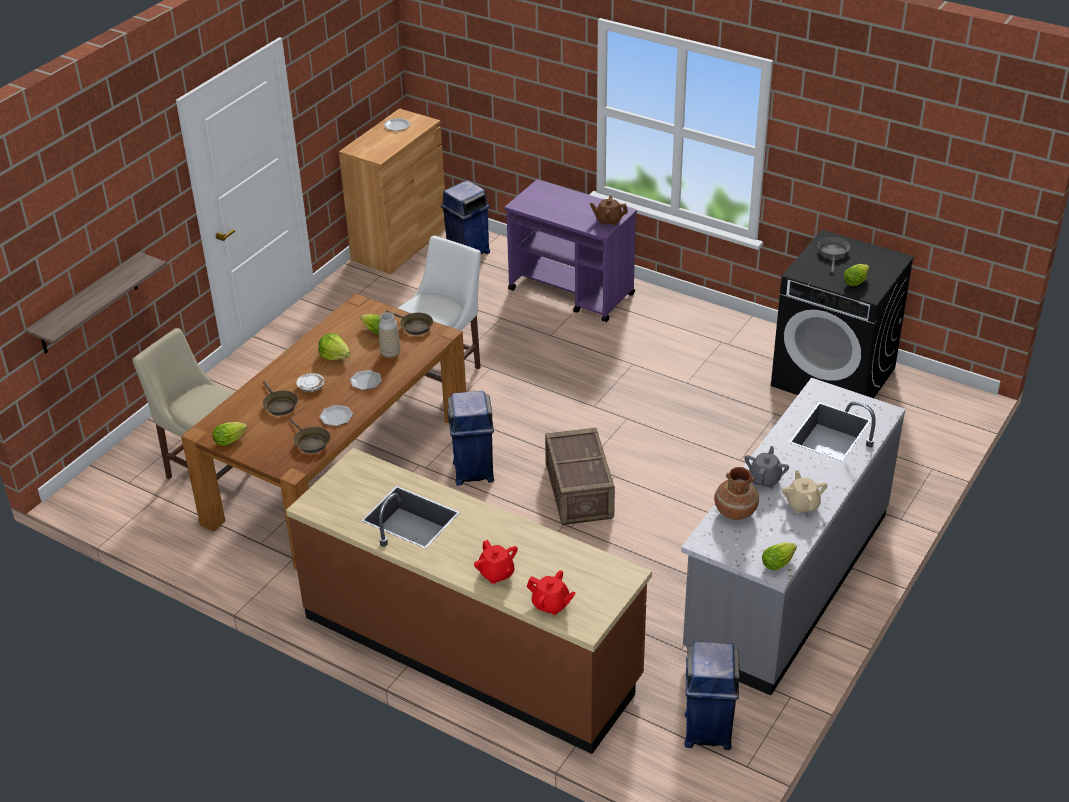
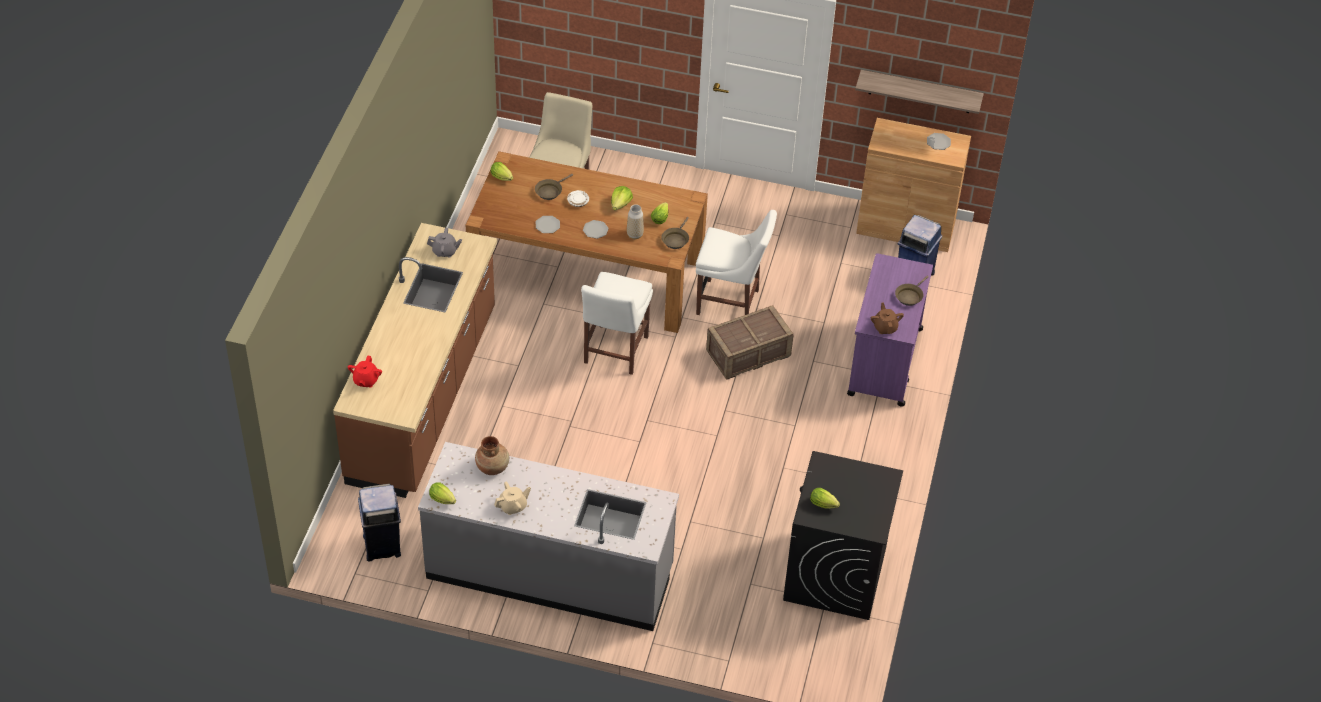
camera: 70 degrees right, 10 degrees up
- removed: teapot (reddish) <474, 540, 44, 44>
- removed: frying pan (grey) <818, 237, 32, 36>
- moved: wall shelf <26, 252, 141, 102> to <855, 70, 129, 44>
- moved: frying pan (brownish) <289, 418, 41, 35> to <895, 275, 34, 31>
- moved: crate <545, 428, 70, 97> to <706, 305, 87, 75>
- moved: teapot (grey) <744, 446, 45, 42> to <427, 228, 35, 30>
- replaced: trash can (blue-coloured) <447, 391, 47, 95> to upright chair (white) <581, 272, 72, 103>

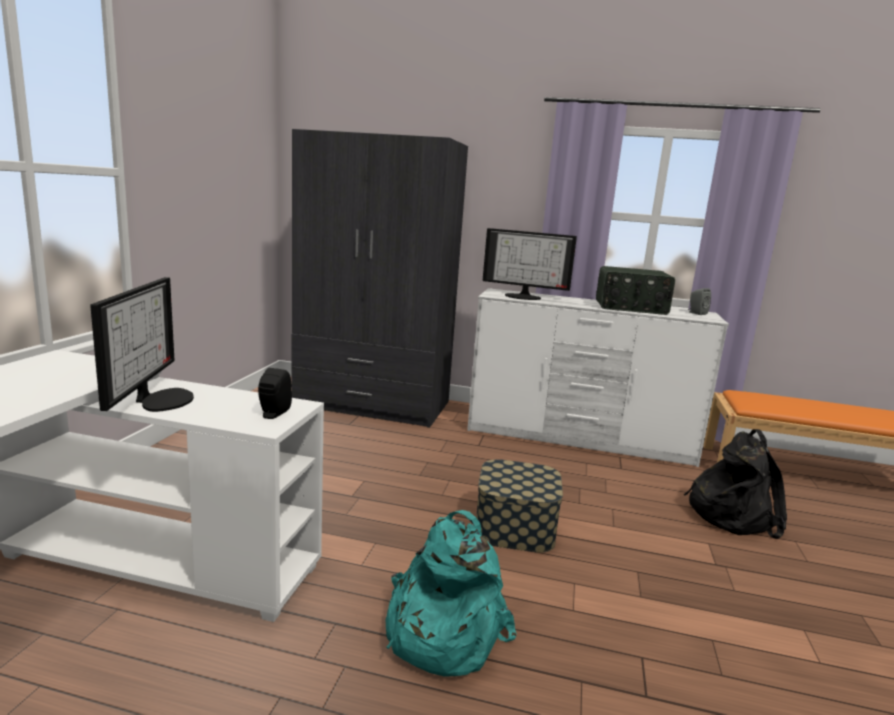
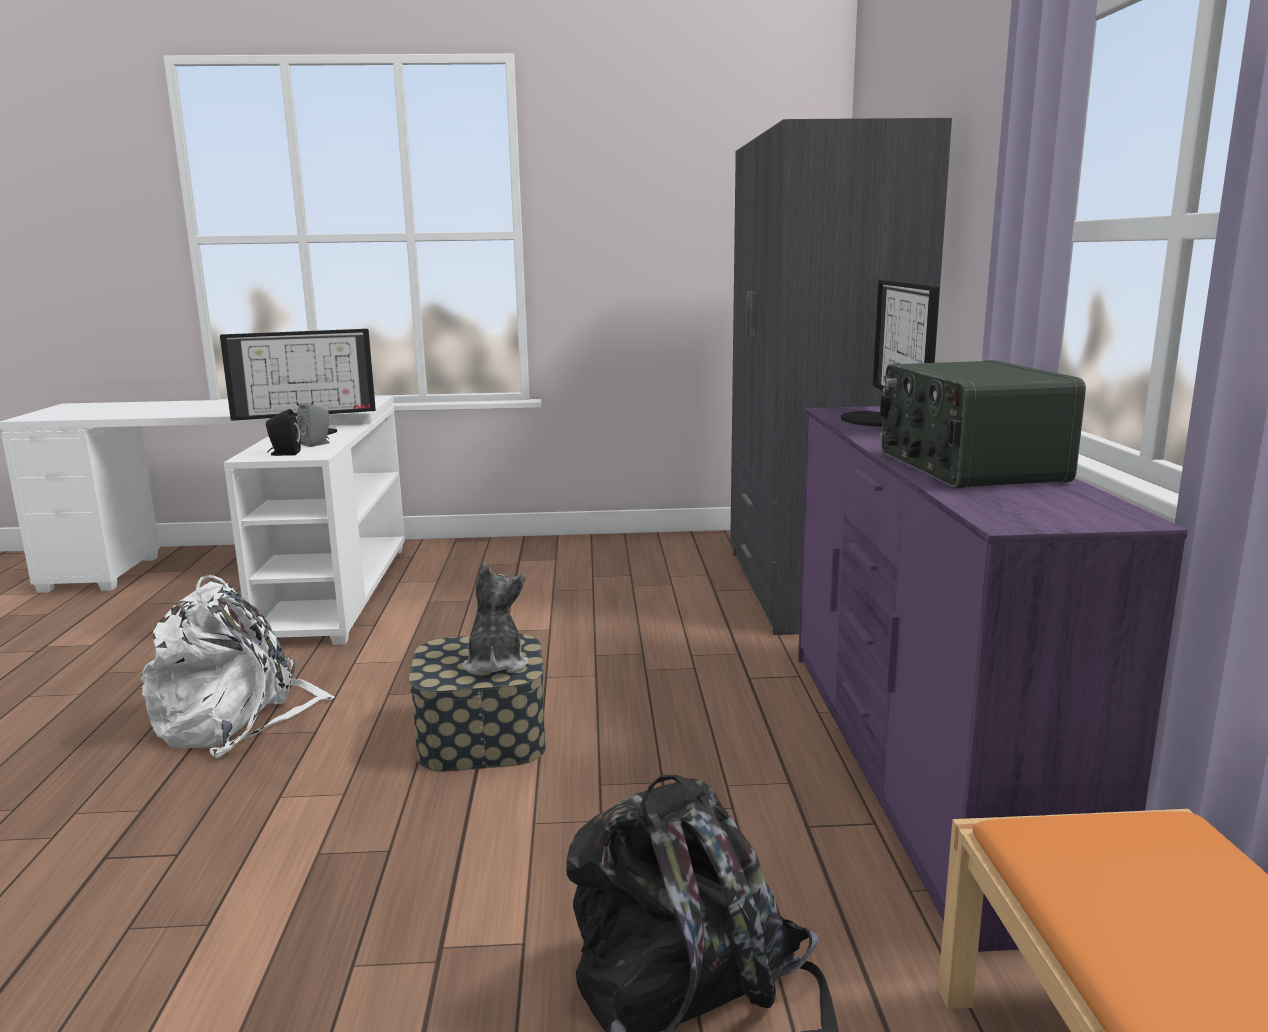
camera: 75 degrees right, 0 degrees up
- added: cuddly toy <463, 563, 66, 112>
- moved: loudspeaker (grey) <688, 288, 23, 27> to <297, 403, 32, 44>
- recoloured: rucksack (blue-green) <386, 510, 131, 167> to rucksack (white) <141, 575, 194, 183>
- recoloured: drawer chest (white) <467, 288, 262, 179> to drawer chest (purple) <798, 406, 390, 546>

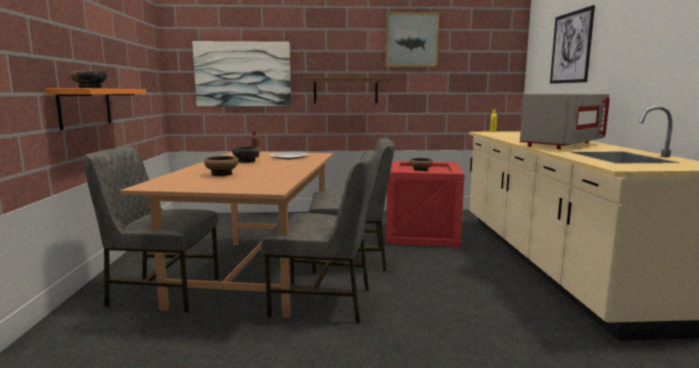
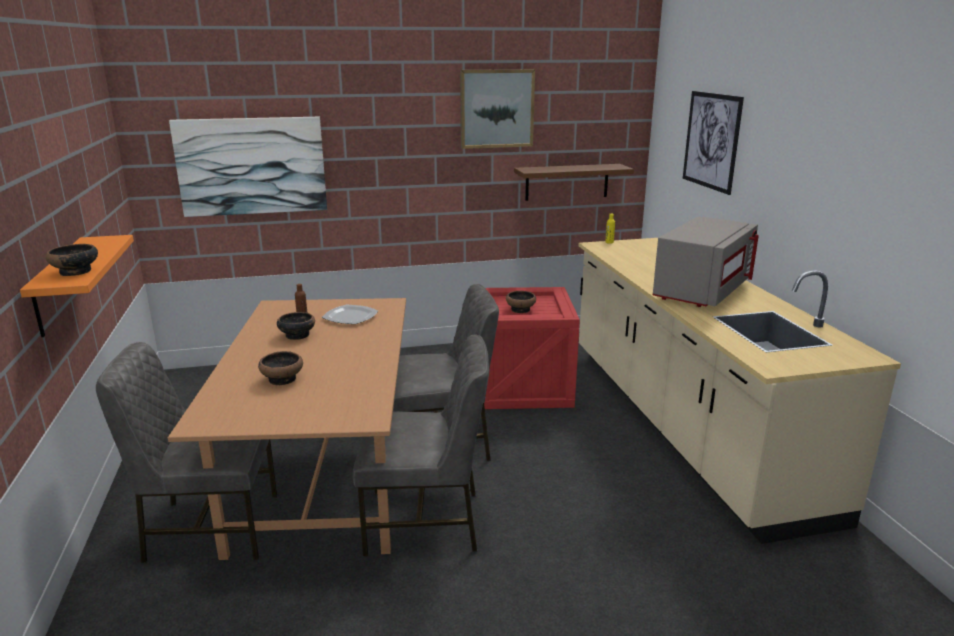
camera: 10 degrees left, 10 degrees up
- moved: wall shelf (brownish) <304, 78, 86, 25> to <514, 164, 120, 37>

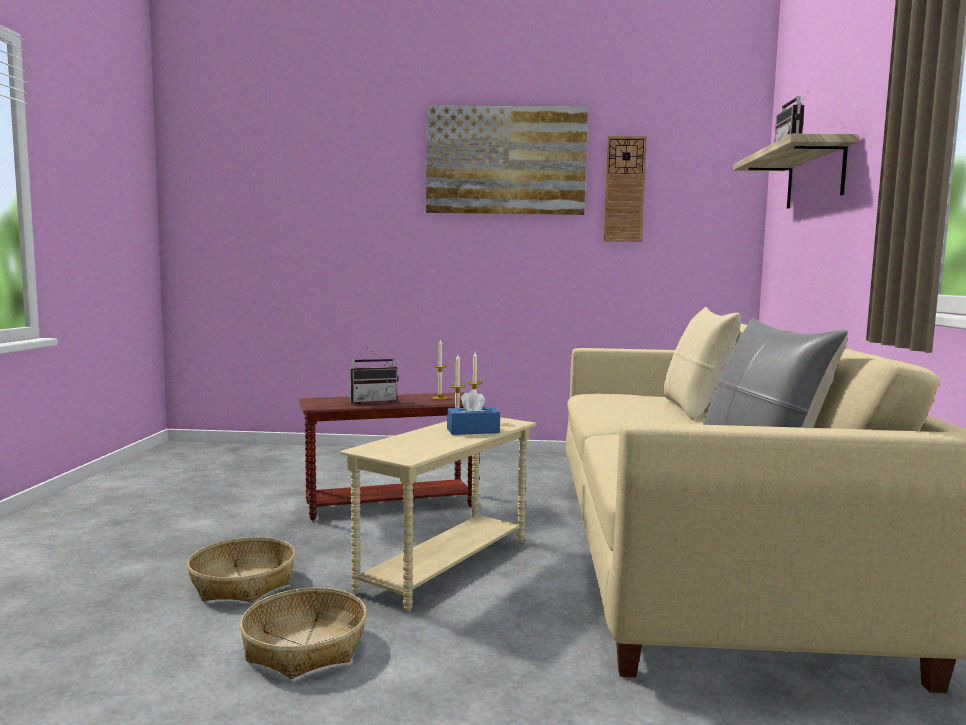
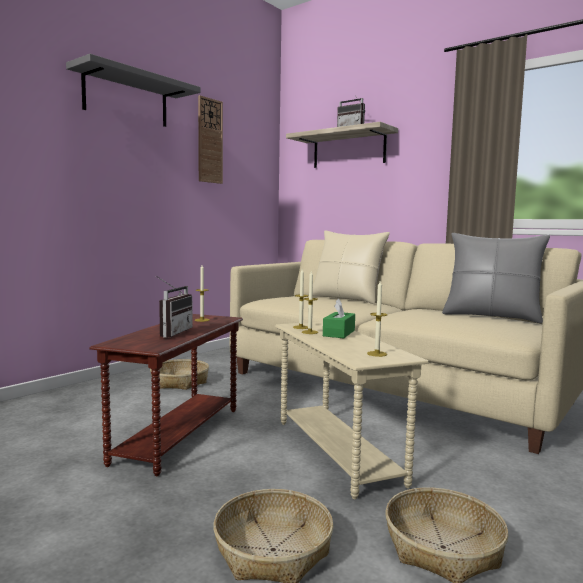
camera: 55 degrees left, 0 degrees up
- added: storage basket <150, 359, 59, 31>
- added: wax candle <367, 281, 20, 76>
- replaced: picture <426, 106, 162, 109> to wall shelf (grey) <66, 54, 135, 73>
- recoloured: tissue box (blue-coloured) <447, 389, 53, 46> to tissue box (green) <323, 298, 32, 40>

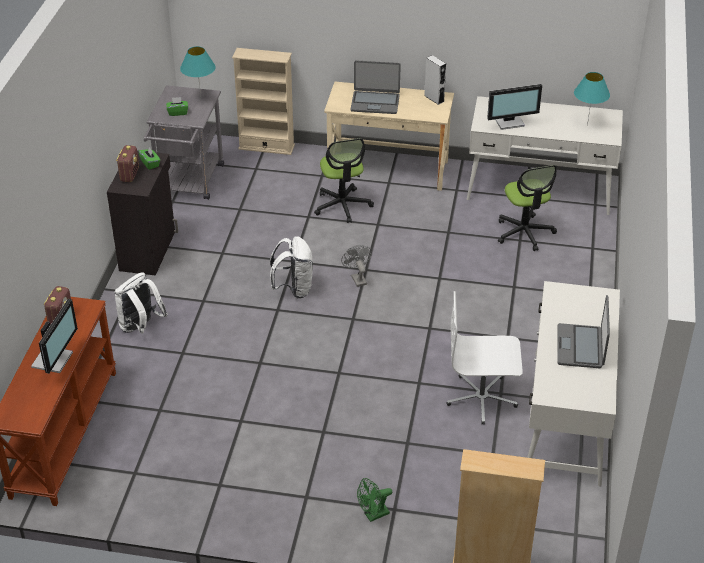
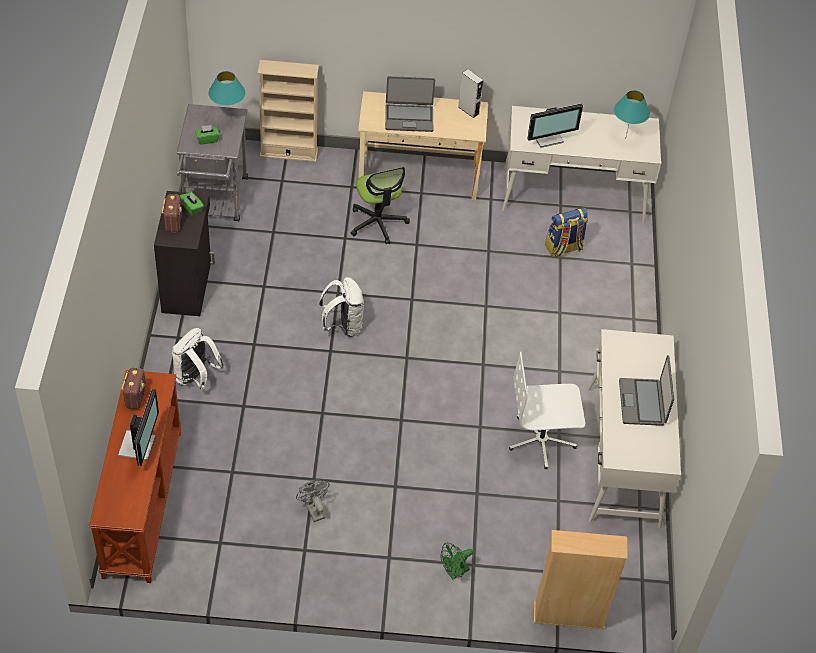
camera: 10 degrees left, 10 degrees up
- moved: cooling fan (grey) <341, 245, 31, 42> to <296, 479, 33, 43>
- replaced: office chair <498, 165, 59, 86> to rucksack <545, 208, 43, 49>

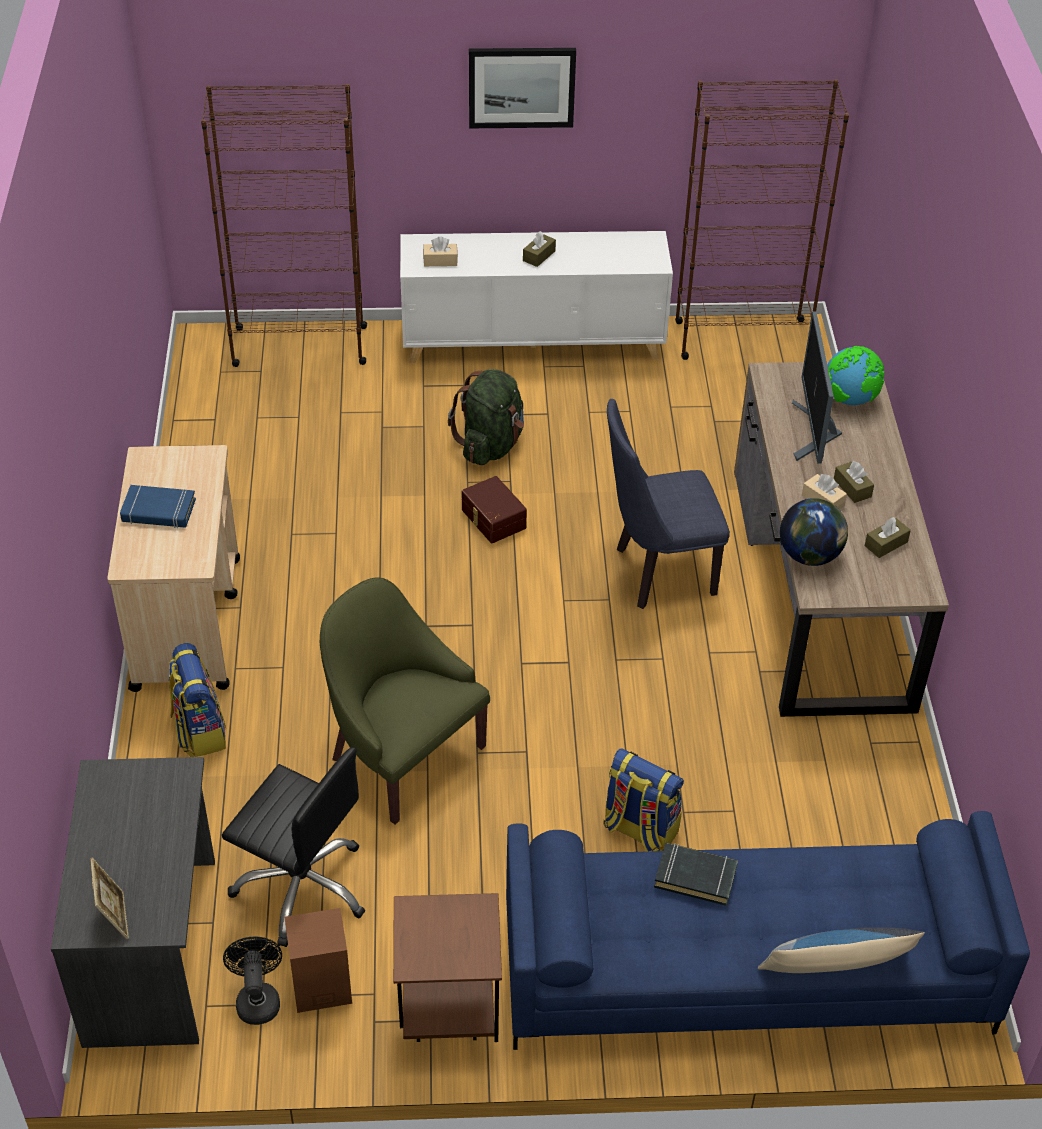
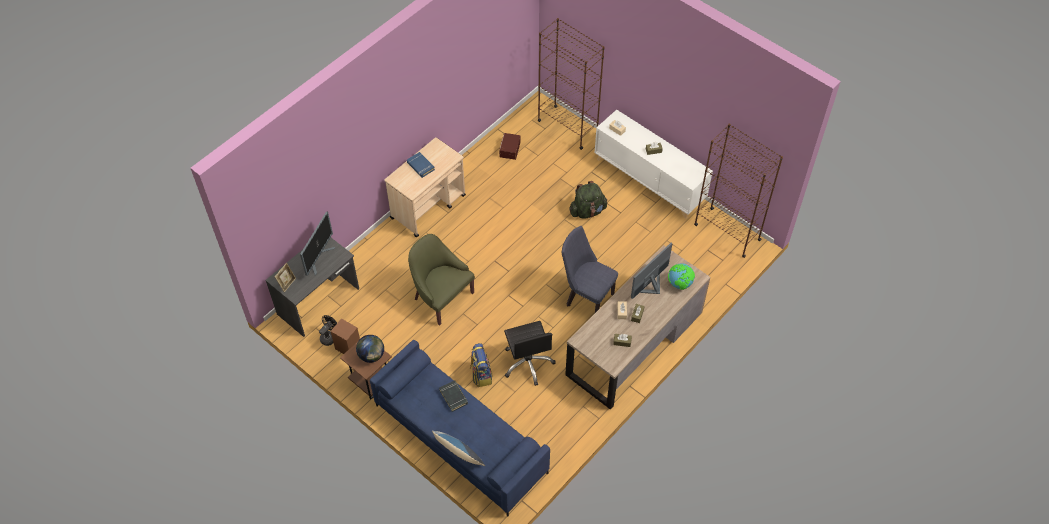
camera: 45 degrees right, 10 degrees up
- removed: rucksack <169, 643, 57, 114>
- removed: picture <469, 48, 107, 80>
- added: monitor <300, 211, 35, 65>
- moved: office chair (black) <222, 747, 143, 200> to <504, 321, 52, 65>
- moved: storage bin (brownish) <462, 476, 65, 67> to <499, 133, 21, 27>
- moved: globe <780, 498, 68, 68> to <356, 335, 28, 28>
- turned: armchair (green) <320, 577, 170, 248> = <408, 234, 67, 92> 45 degrees counterclockwise

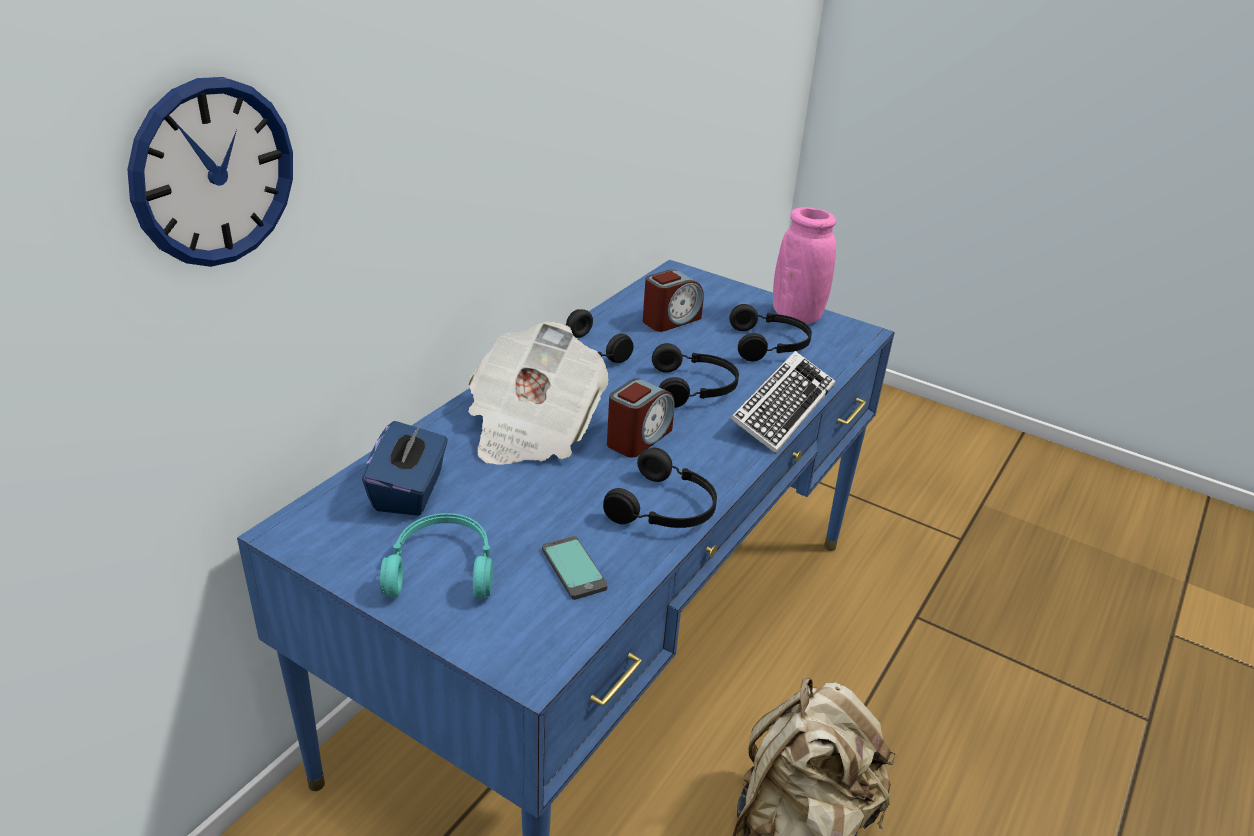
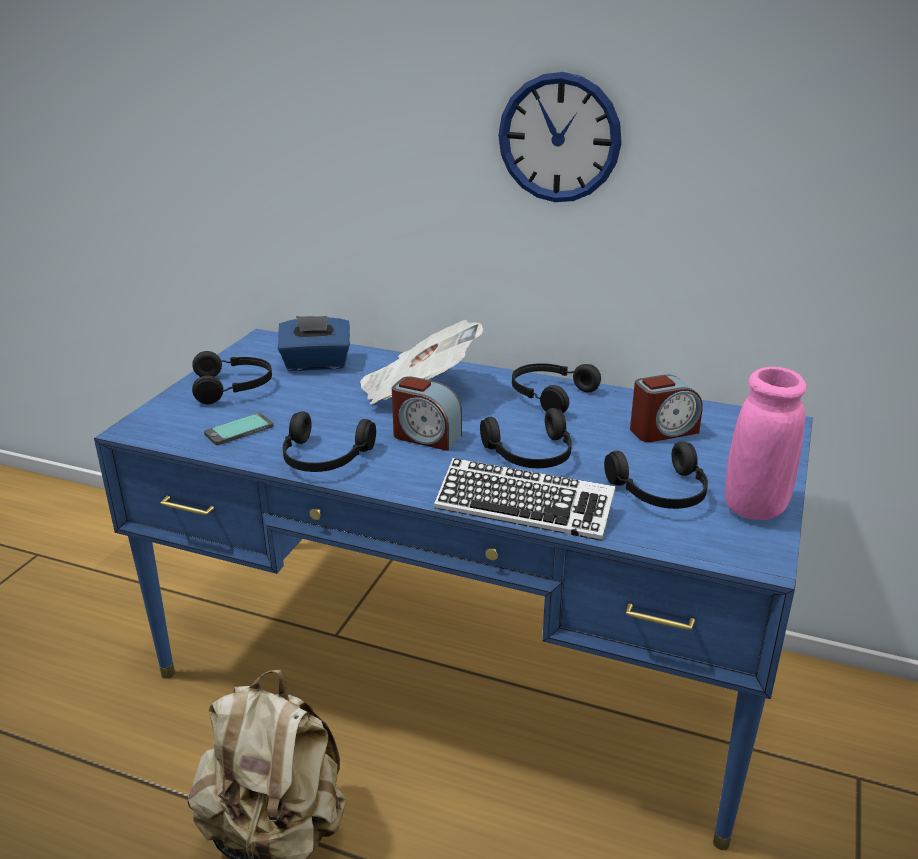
camera: 80 degrees right, 5 degrees down
- moved: hanging clock <127, 77, 166, 190> to <498, 72, 124, 130>
- recoloured: pair of headphones (blue-green) <380, 513, 113, 86> to pair of headphones (black) <192, 351, 80, 53>
- turned: alarm clock <643, 269, 61, 63> = <630, 375, 73, 67> 60 degrees counterclockwise

